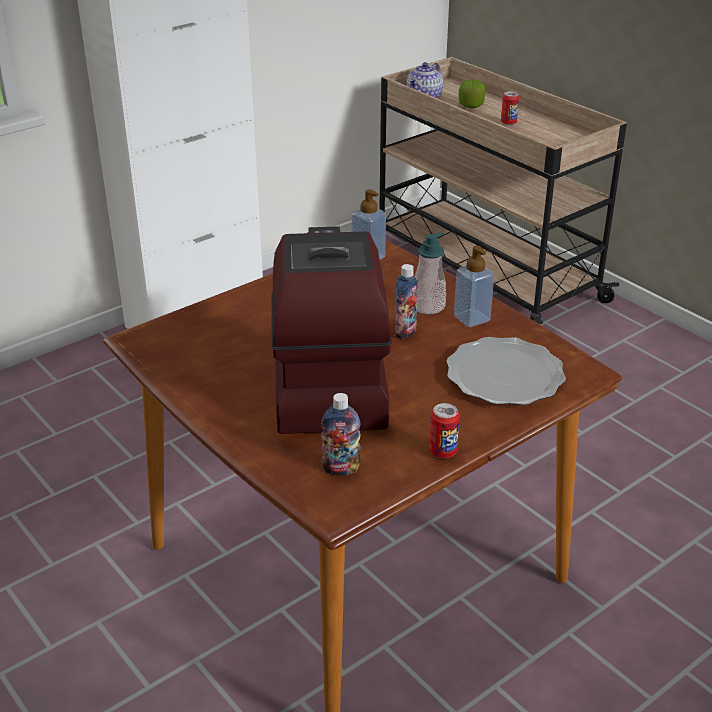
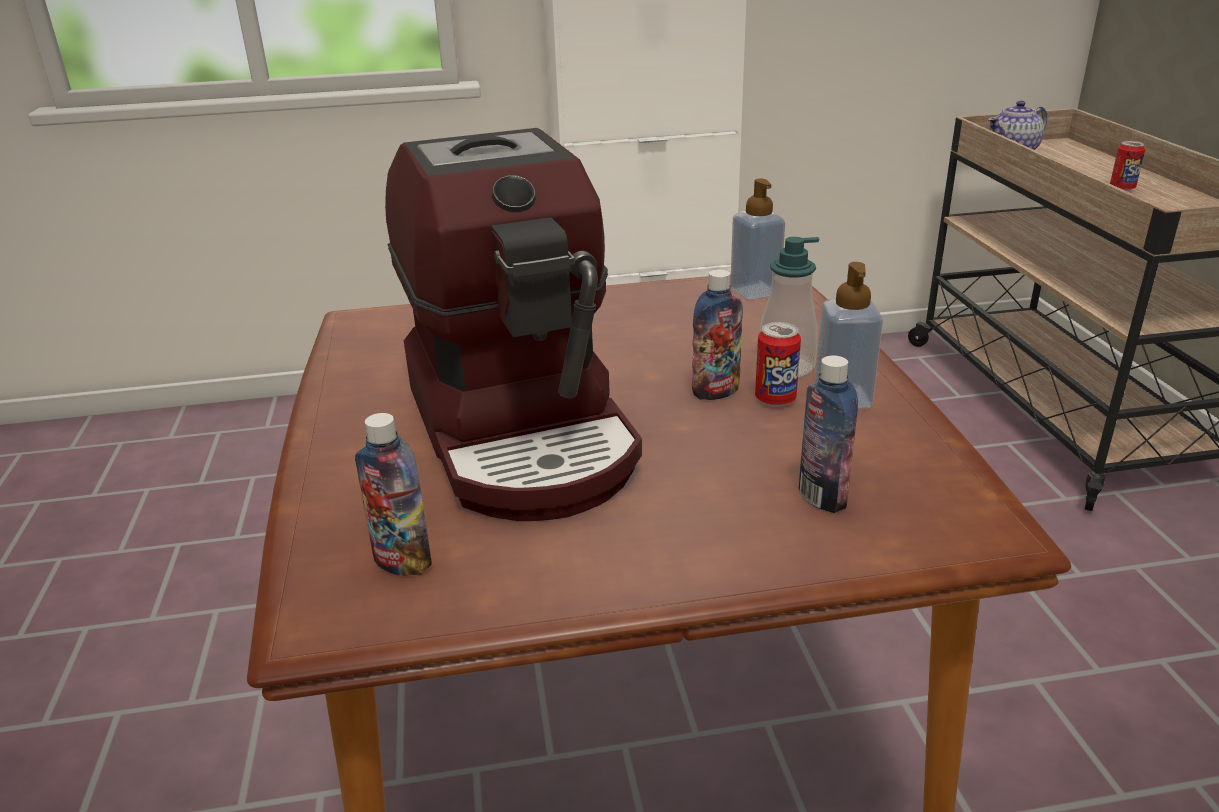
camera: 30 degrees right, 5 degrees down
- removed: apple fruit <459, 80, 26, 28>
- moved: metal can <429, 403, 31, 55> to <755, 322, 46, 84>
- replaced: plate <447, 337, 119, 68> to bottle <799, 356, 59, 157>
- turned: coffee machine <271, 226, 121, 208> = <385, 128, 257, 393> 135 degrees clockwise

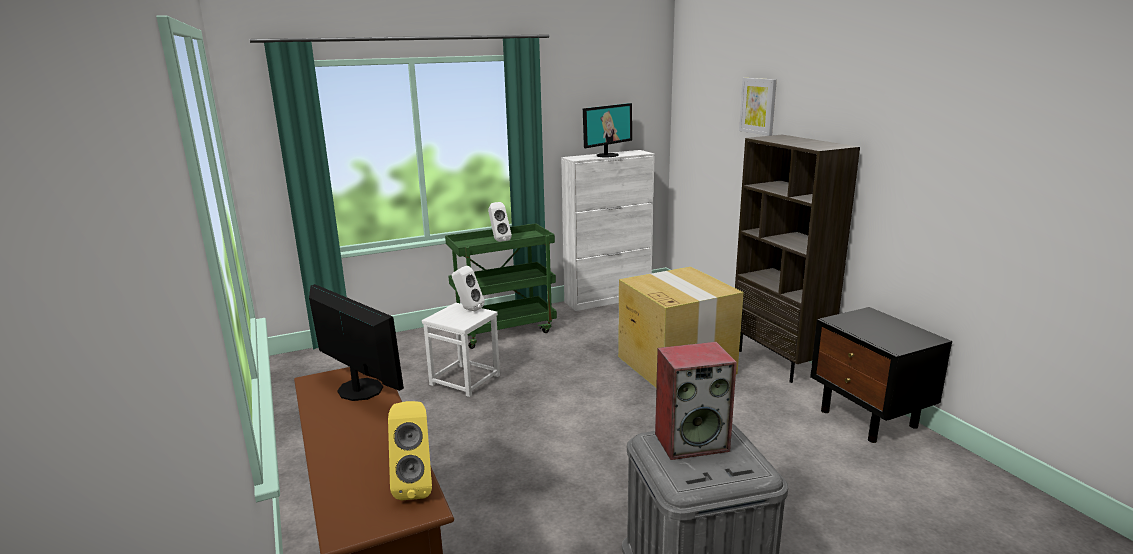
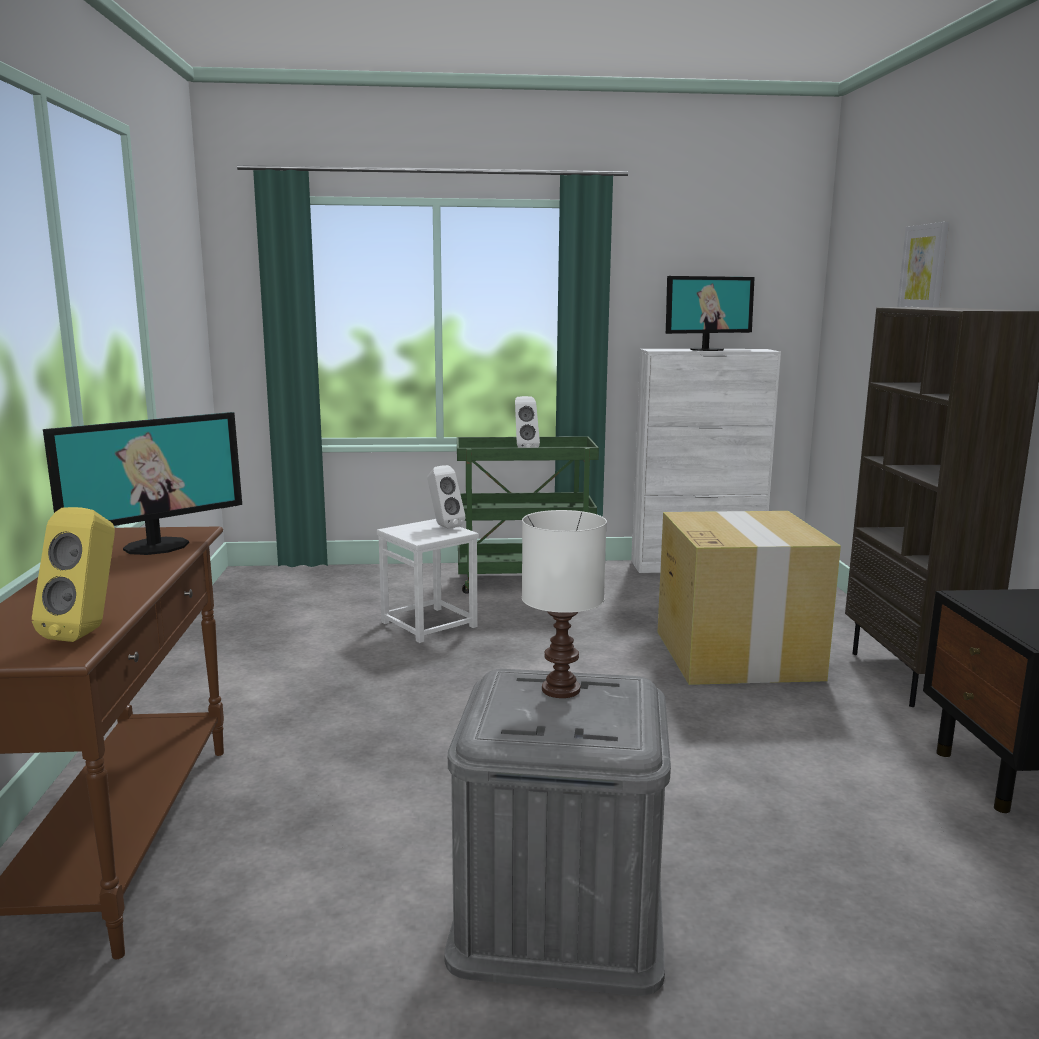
camera: 20 degrees right, 5 degrees down
- replaced: loudspeaker <655, 342, 82, 118> to lamp for a table (white) <522, 510, 85, 188>
- turned: monitor <309, 284, 95, 117> = <43, 412, 199, 143> 75 degrees clockwise

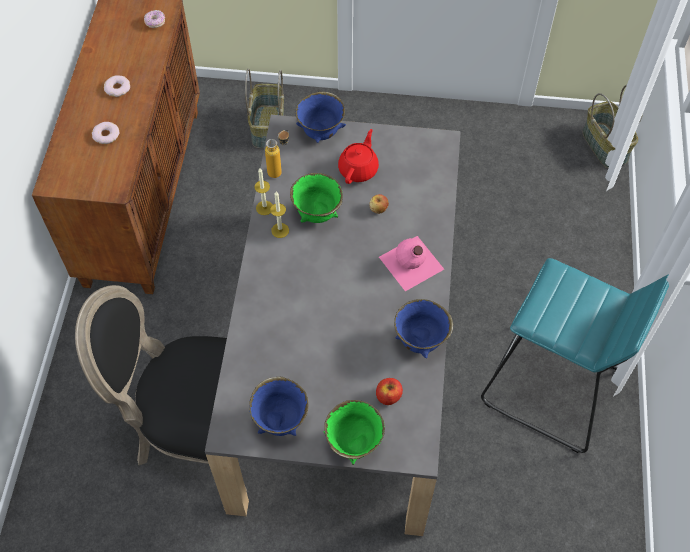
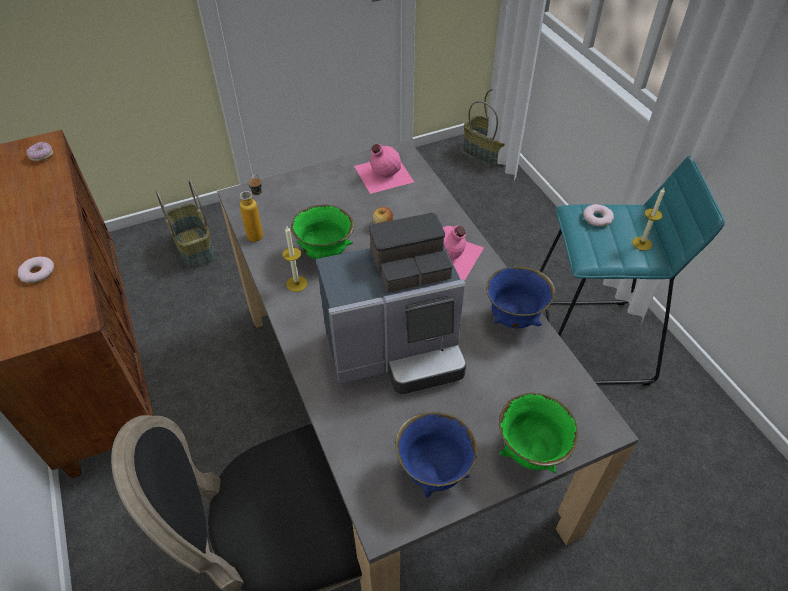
camera: 30 degrees left, 10 degrees down
- removed: serving bowl (blue-coloured) <295, 92, 51, 51>
- removed: teapot (reddish) <338, 129, 41, 55>
- removed: apple fruit <376, 378, 27, 27>
- added: coffee machine <316, 213, 150, 181>
- added: bottle (pink-coloured) <354, 144, 60, 50>
- moved: donut <104, 75, 26, 22> to <583, 204, 31, 23>
- moved: wax candle <254, 169, 19, 46> to <632, 188, 33, 63>

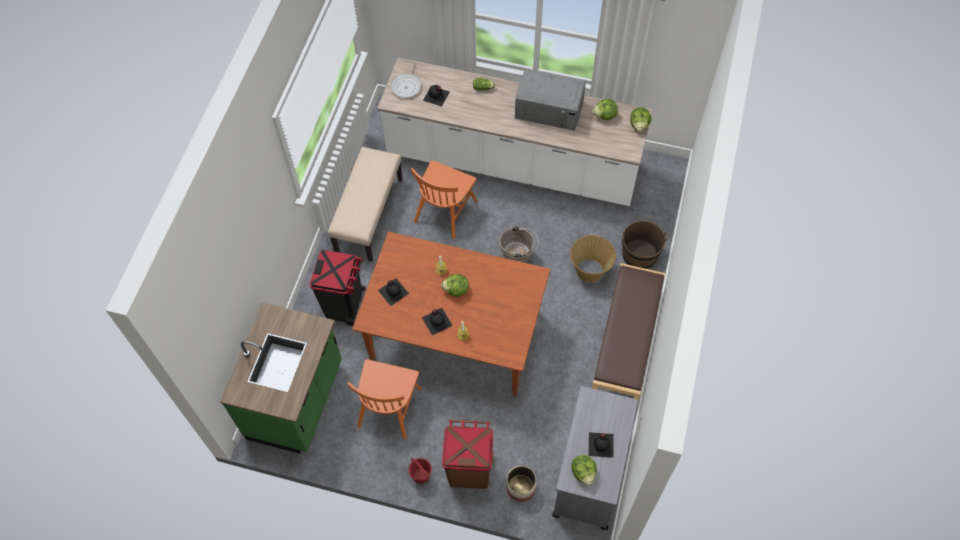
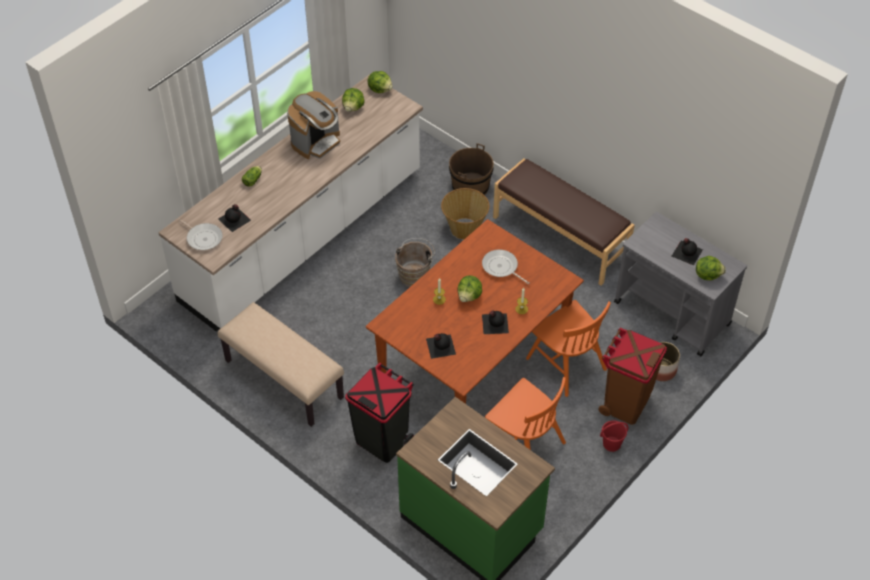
camera: 65 degrees left, 10 degrees down
- added: frying pan <482, 249, 48, 35>
- moved: upright chair (orangey) <411, 160, 66, 79> to <526, 300, 85, 97>
- replaced: microwave oven (grey) <515, 69, 71, 62> to coffee machine <287, 91, 53, 68>

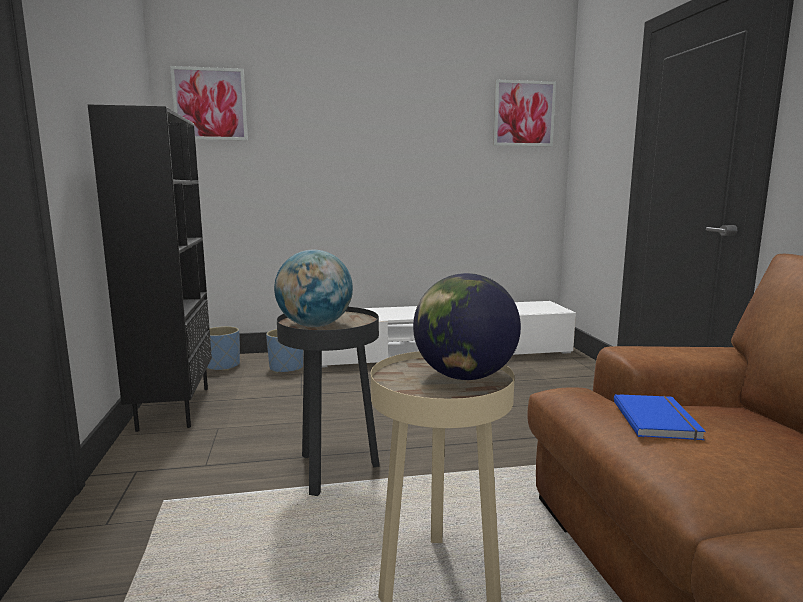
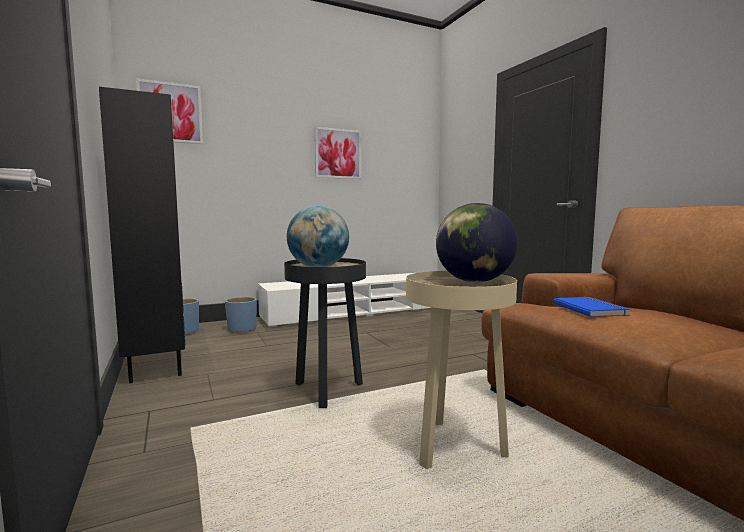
camera: 15 degrees left, 5 degrees down
- moved: picture <493, 80, 63, 66> to <315, 127, 46, 52>

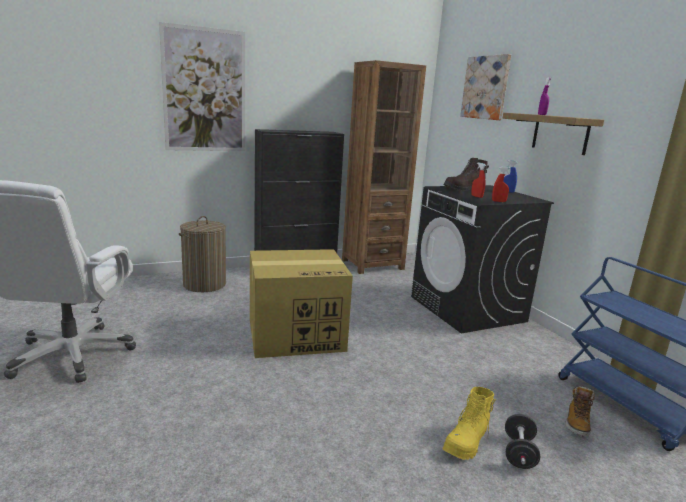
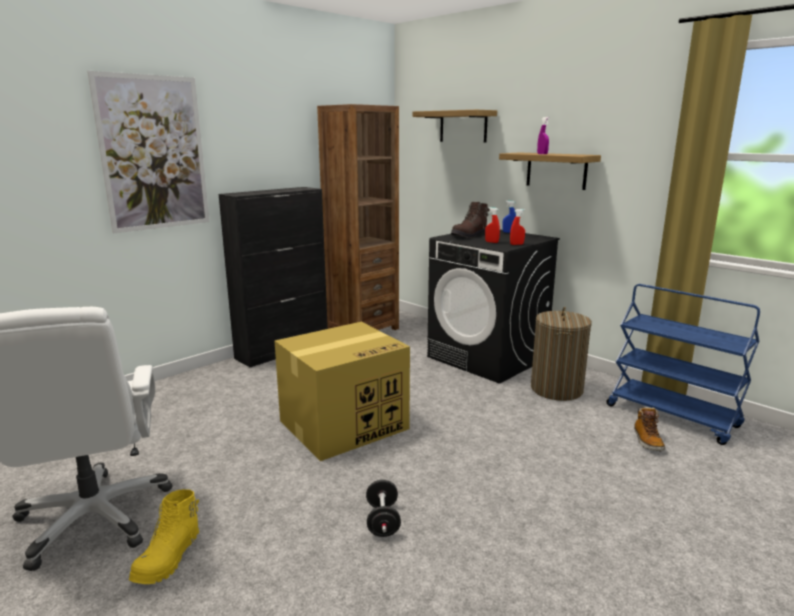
camera: 20 degrees left, 0 degrees up
- moved: washing basket <179, 216, 47, 76> to <531, 307, 61, 94>
- moved: high-top boot (yellowish) <442, 387, 54, 73> to <129, 489, 70, 95>
- moved: free weight (black) <505, 414, 35, 55> to <366, 480, 35, 57>
- replaced: picture <460, 54, 51, 66> to wall shelf <413, 110, 84, 33>

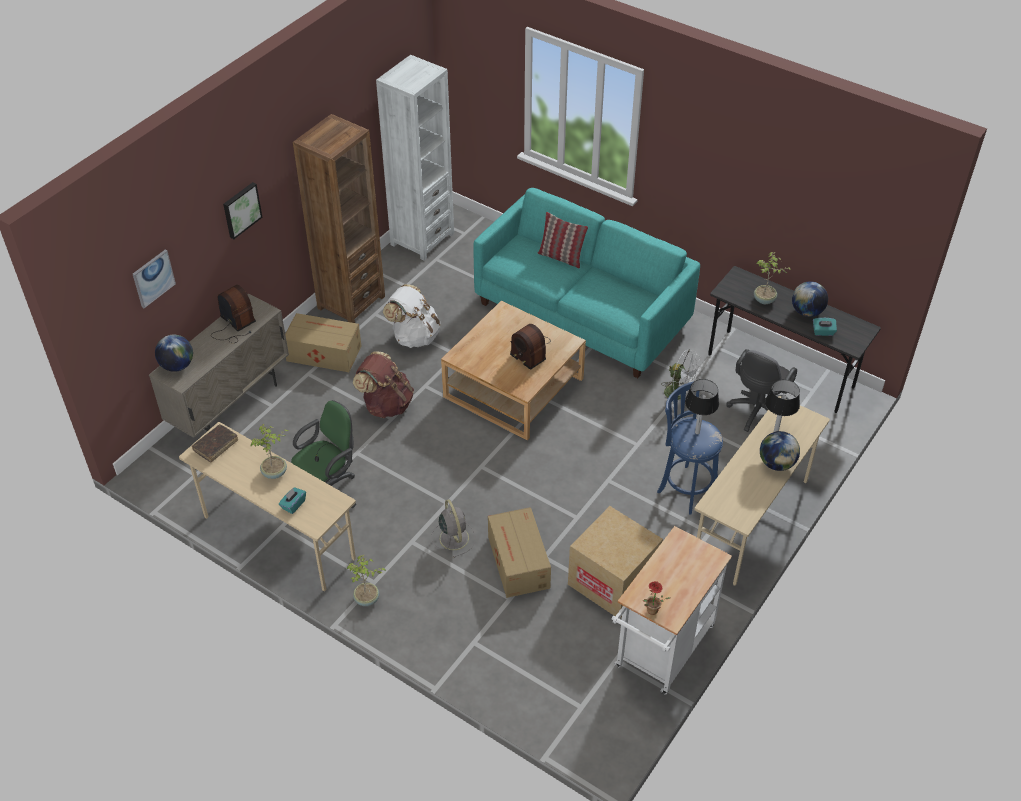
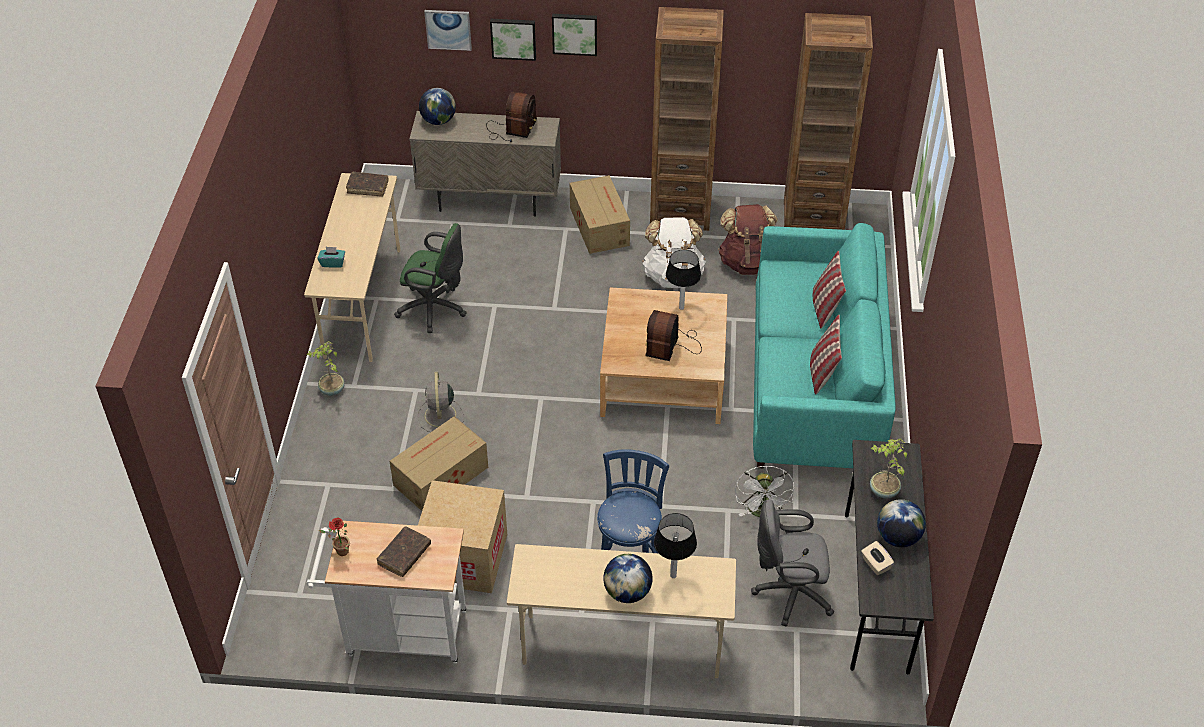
camera: 60 degrees right, 0 degrees up
- removed: houseplant <251, 424, 37, 55>
- added: bound book (brownish) <376, 527, 55, 50>
- added: picture <490, 19, 46, 42>
- added: cushion <810, 315, 32, 80>
- moved: rucksack (brownish) <353, 351, 61, 67> to <718, 204, 60, 71>
- moved: lamp for a table <685, 379, 34, 55> to <666, 250, 35, 60>
- recoloured: shelving unit (white) <376, 55, 78, 205> to shelving unit (brownish) <784, 13, 89, 217>
- recoloured: tissue box (blue-green) <813, 318, 24, 18> to tissue box (beige-coloured) <861, 541, 33, 34>
- turned: cooling fan (grey) <431, 499, 44, 59> = <418, 372, 46, 60> 135 degrees clockwise

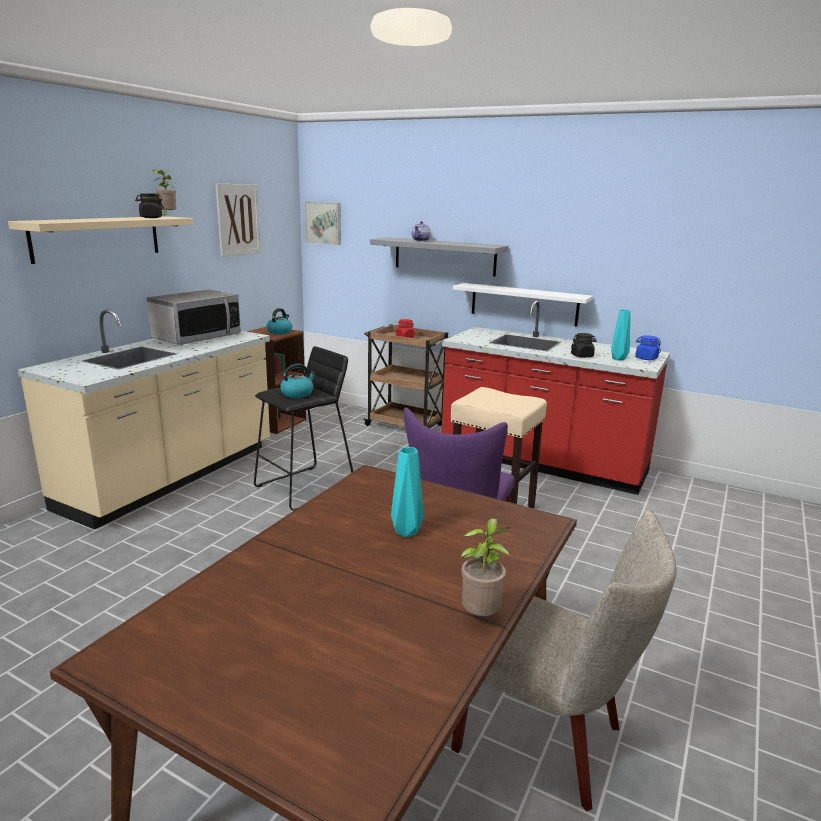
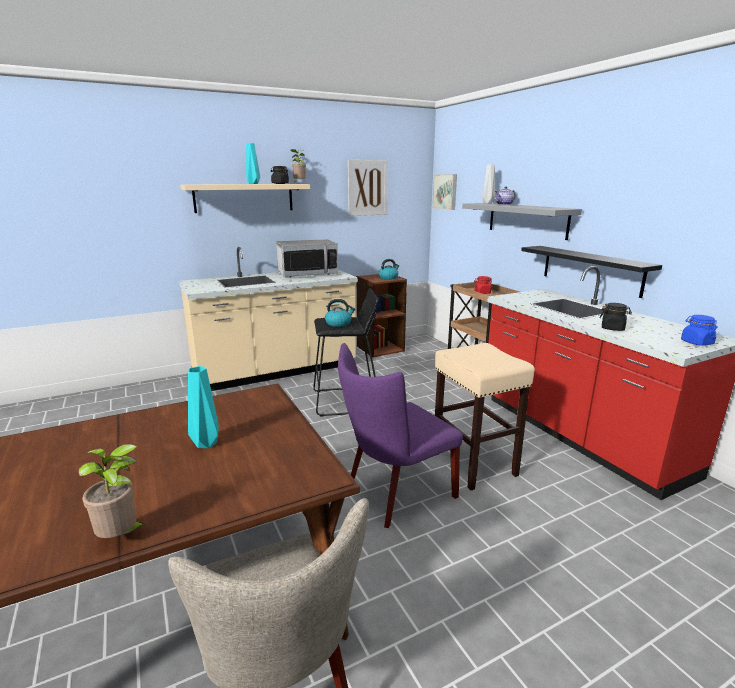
camera: 35 degrees right, 0 degrees up
- added: vase (grey) <482, 165, 14, 39>
- moved: vase (blue-green) <611, 309, 19, 51> to <246, 143, 14, 41>
- recoloured: wall shelf (white) <453, 283, 140, 43> to wall shelf (black) <521, 246, 141, 52>

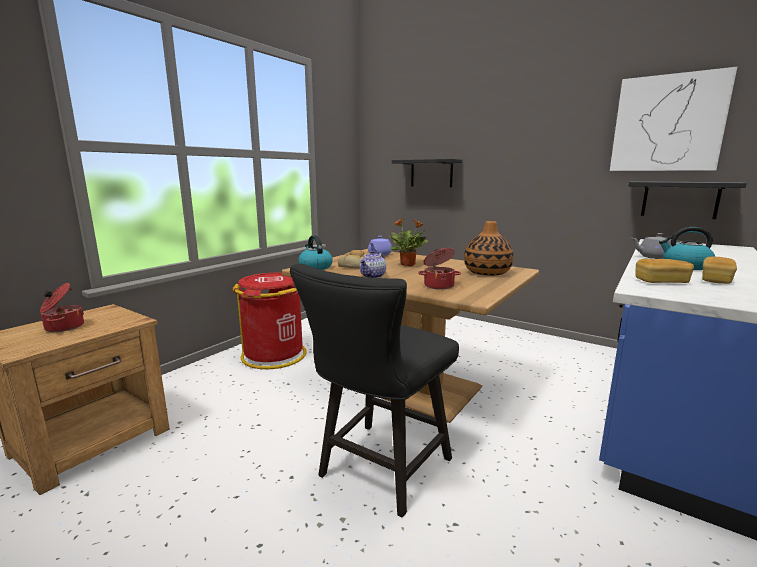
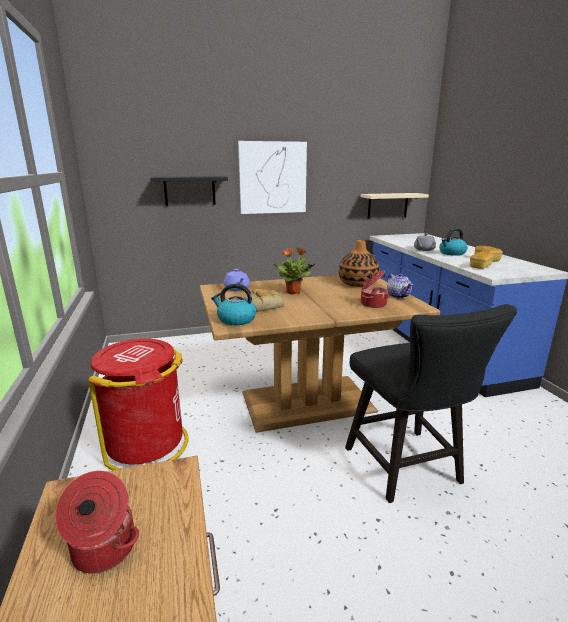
camera: 50 degrees left, 5 degrees up
- moved: teapot <359, 250, 27, 28> to <387, 273, 26, 26>
- moved: picture <610, 67, 127, 104> to <238, 141, 69, 73>
- recoloured: wall shelf (black) <629, 181, 118, 38> to wall shelf (beige-coloured) <361, 193, 68, 26>

